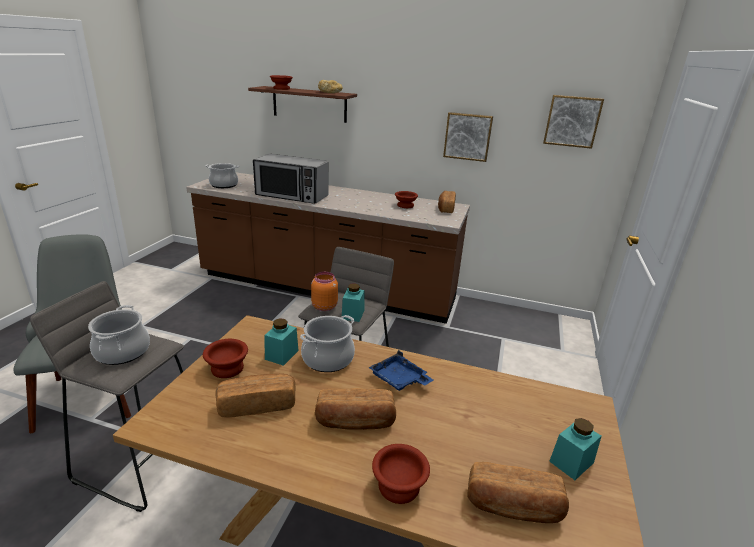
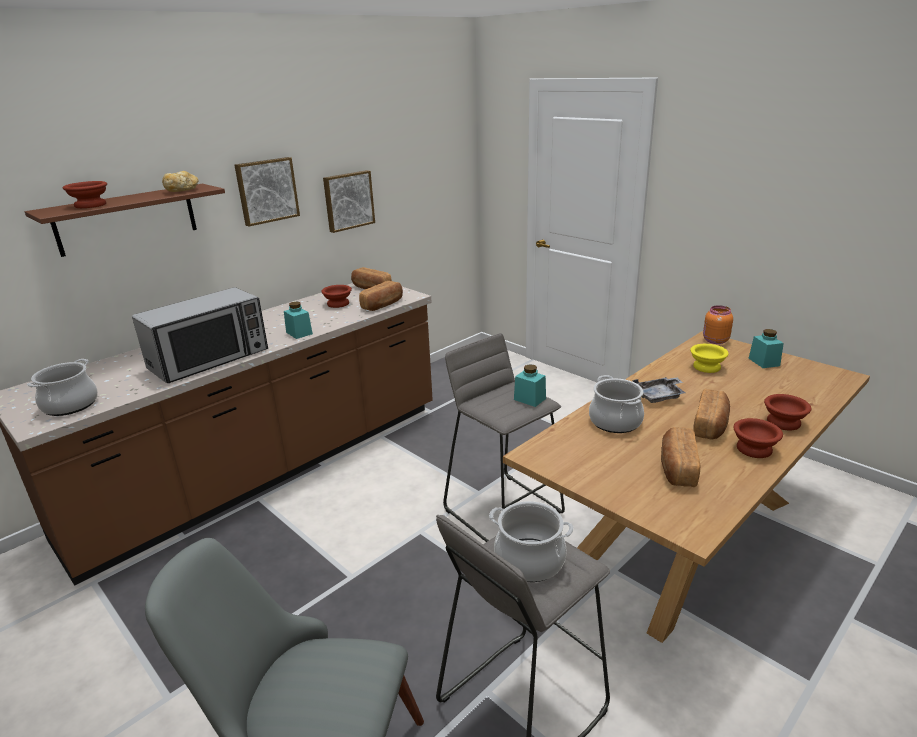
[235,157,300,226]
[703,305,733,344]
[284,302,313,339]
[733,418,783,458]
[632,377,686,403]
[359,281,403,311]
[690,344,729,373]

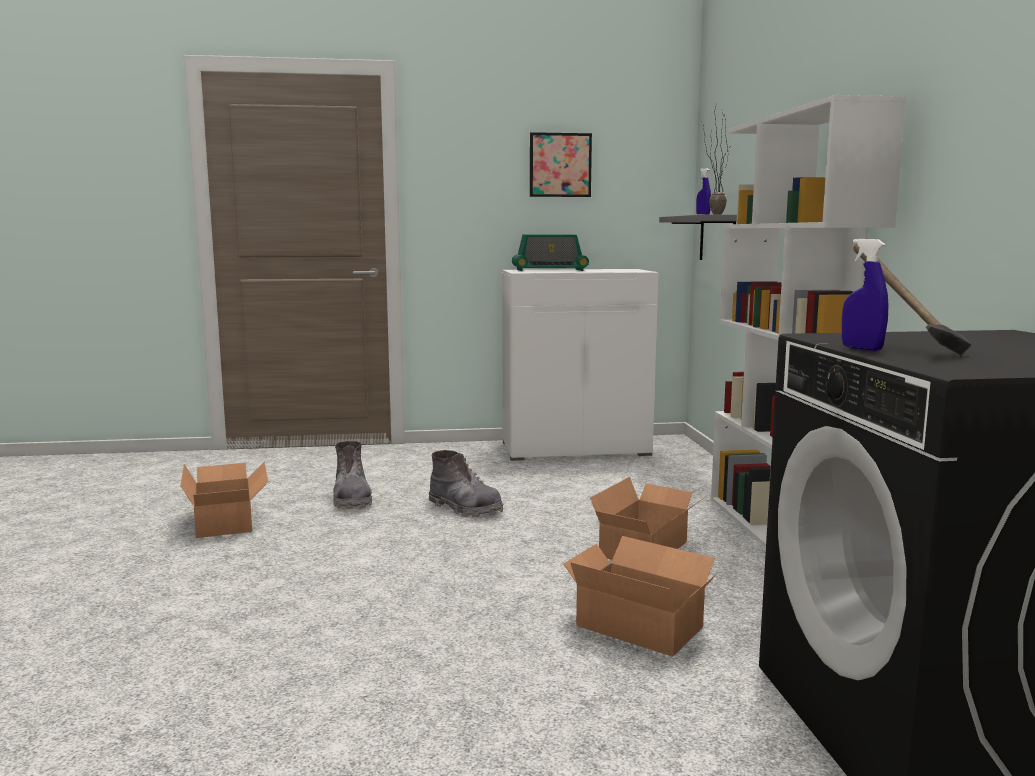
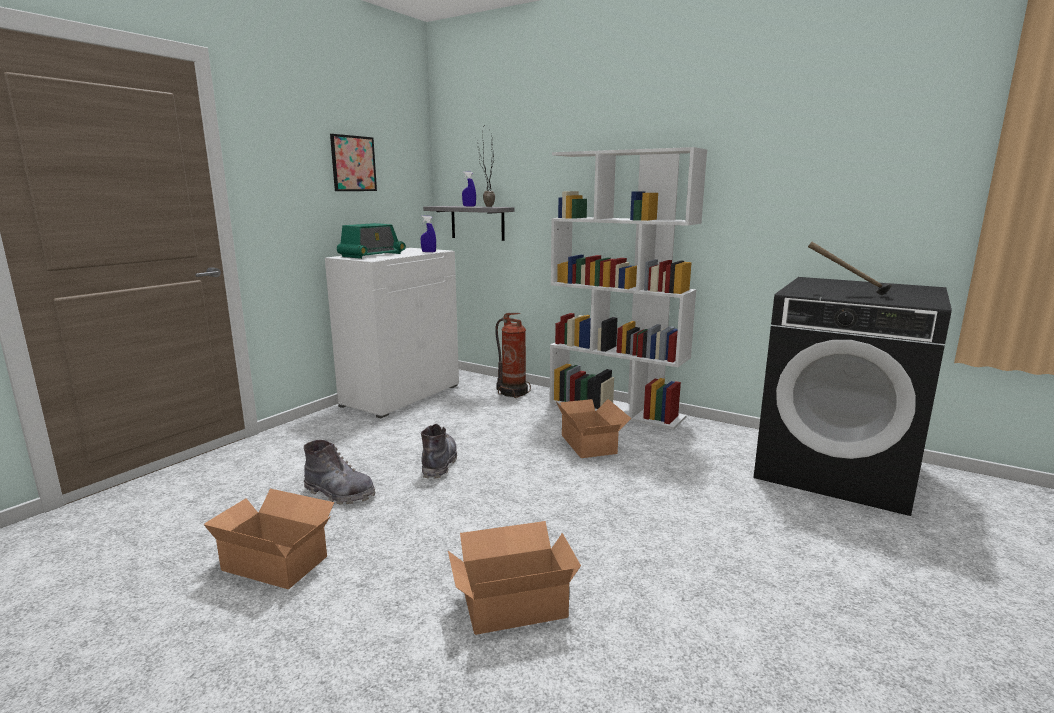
[421,216,436,252]
[421,424,457,479]
[448,521,581,635]
[495,313,531,398]

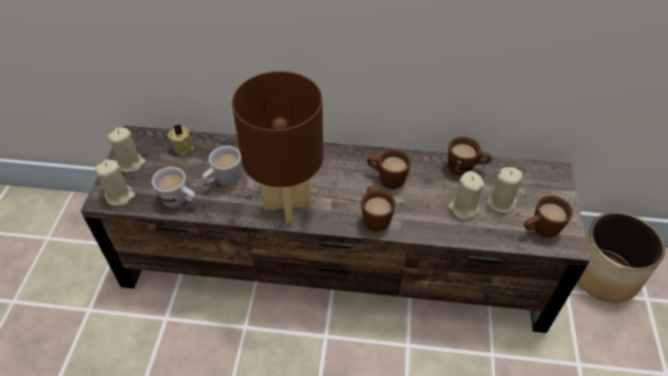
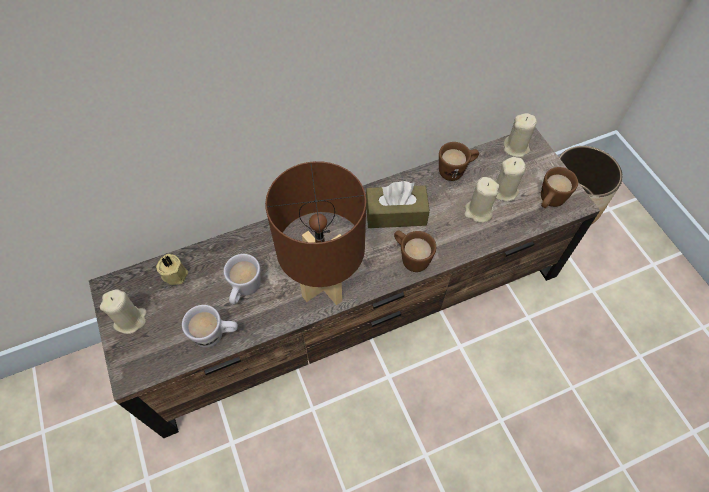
[366,181,430,228]
[503,113,537,157]

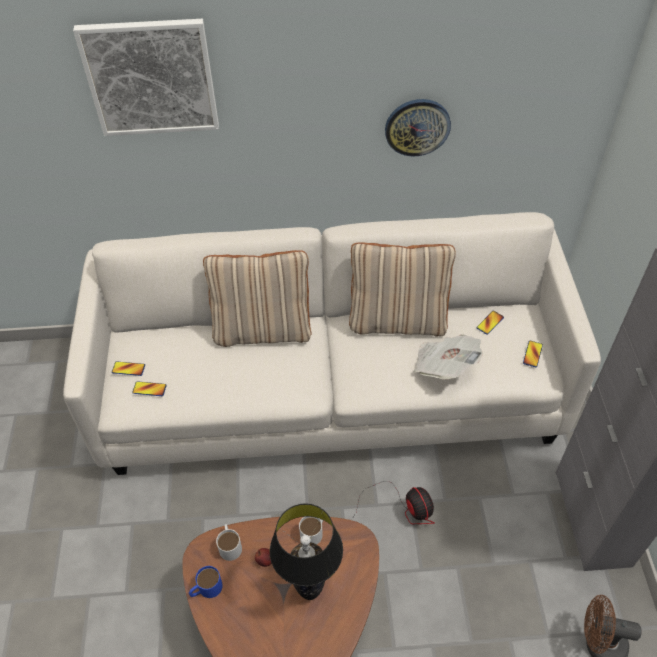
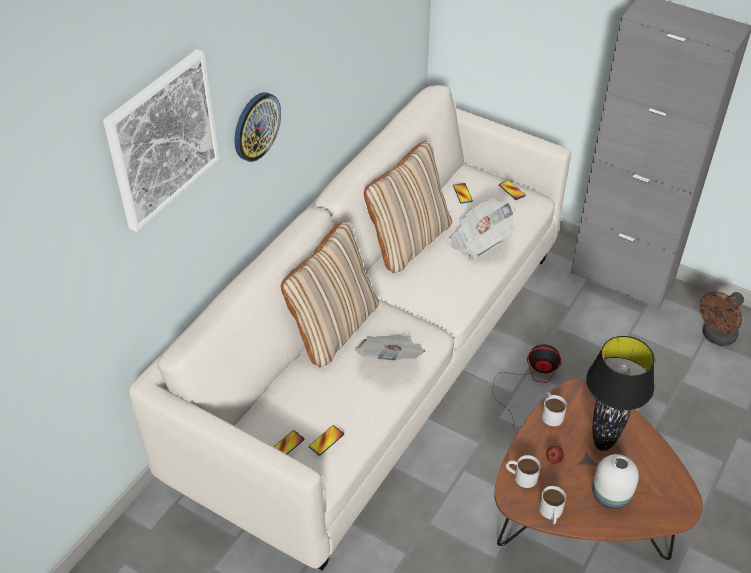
[234,92,281,162]
[539,486,566,524]
[355,333,425,362]
[592,454,639,509]

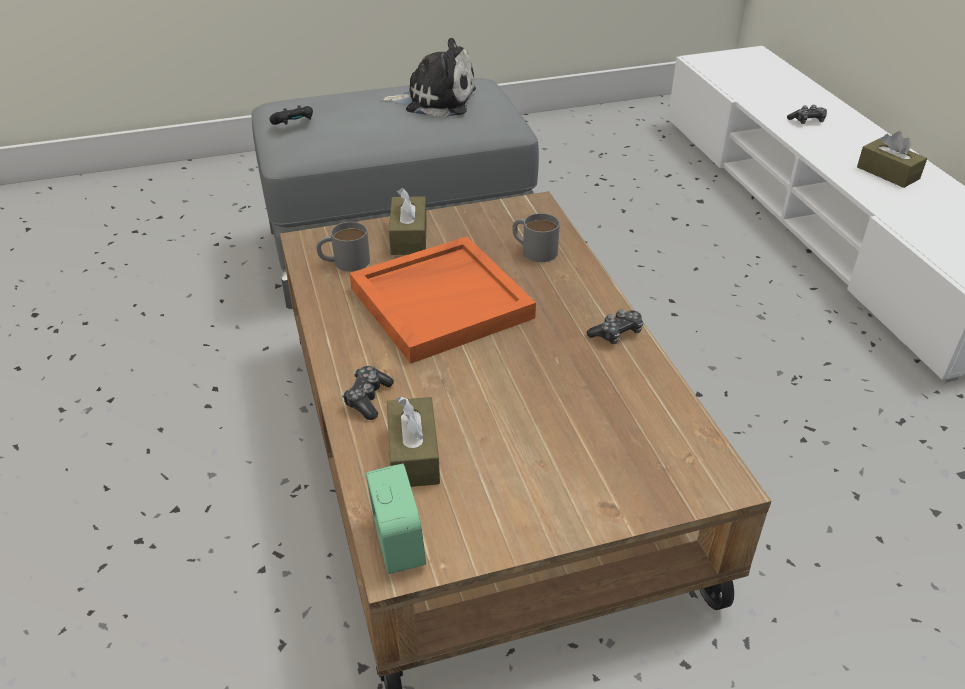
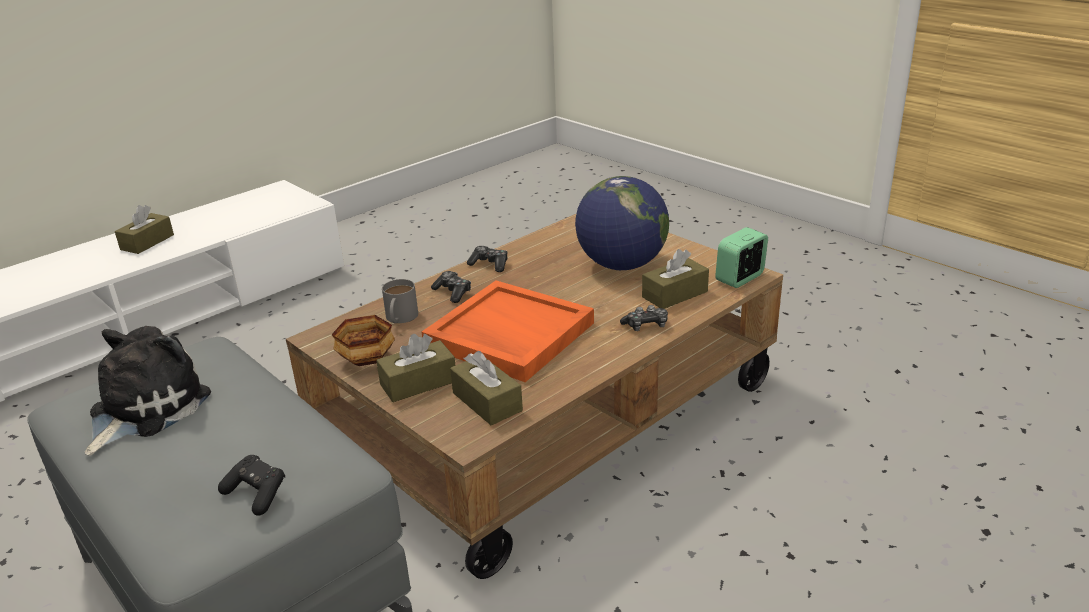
[85,326,211,456]
[431,271,471,303]
[450,351,523,425]
[575,176,669,270]
[332,315,395,366]

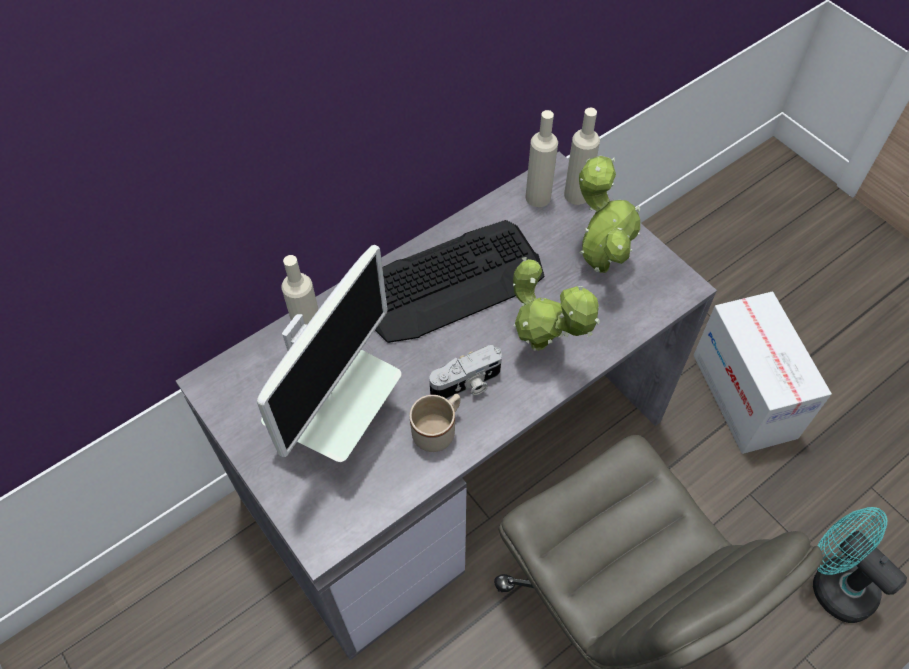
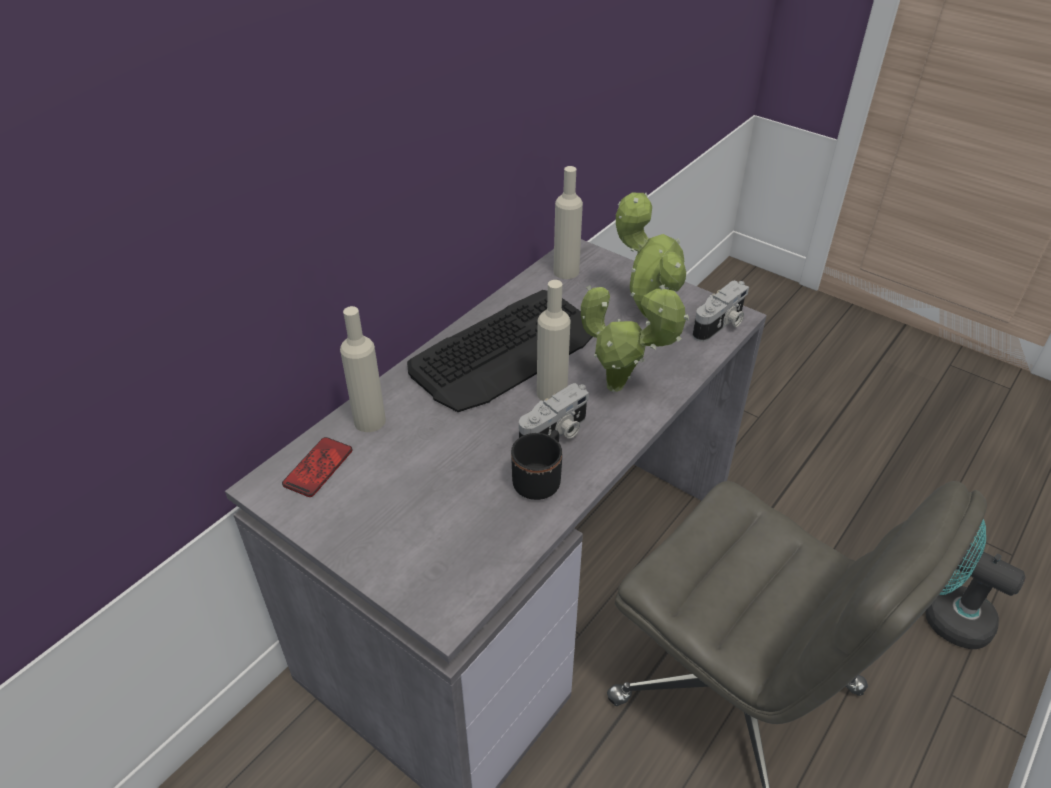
[537,280,571,401]
[257,245,402,462] (first image)
[694,291,832,454] (first image)
[511,430,562,500]
[693,280,749,342]
[282,437,352,497]

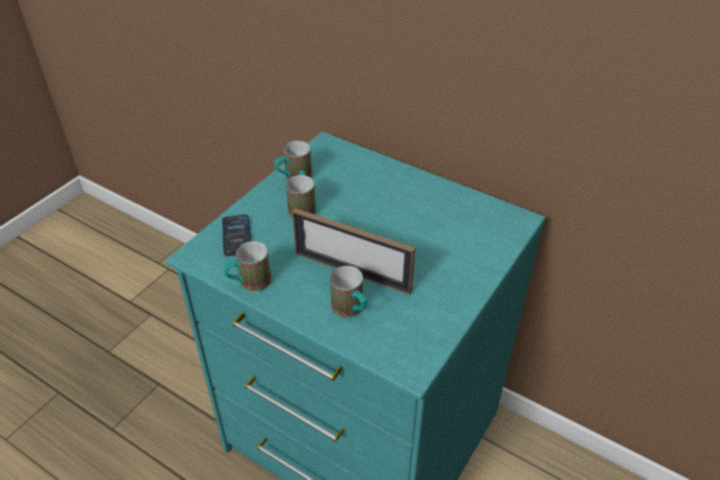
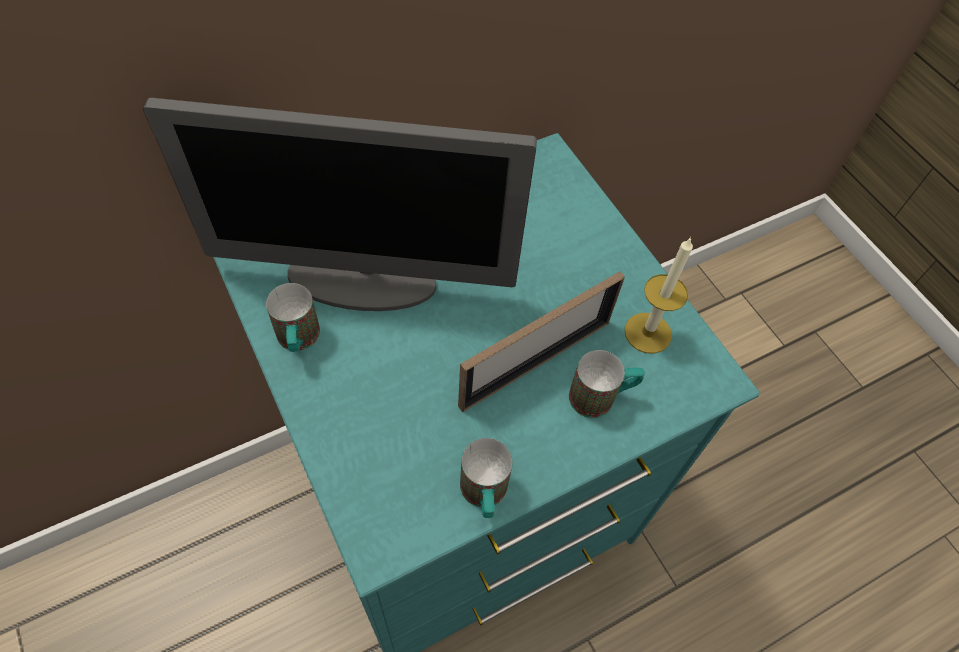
[286,170,316,219] (first image)
[222,215,251,256] (first image)
[143,98,537,311]
[625,237,693,354]

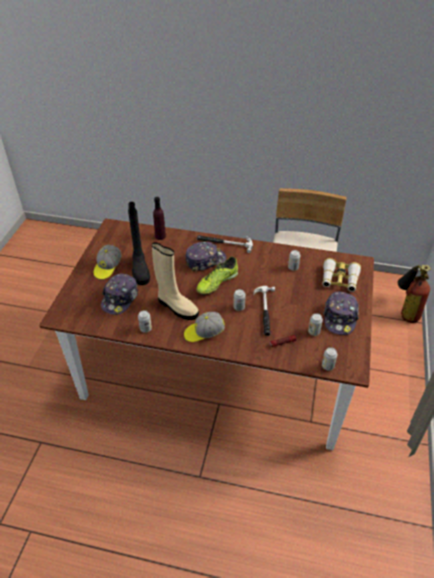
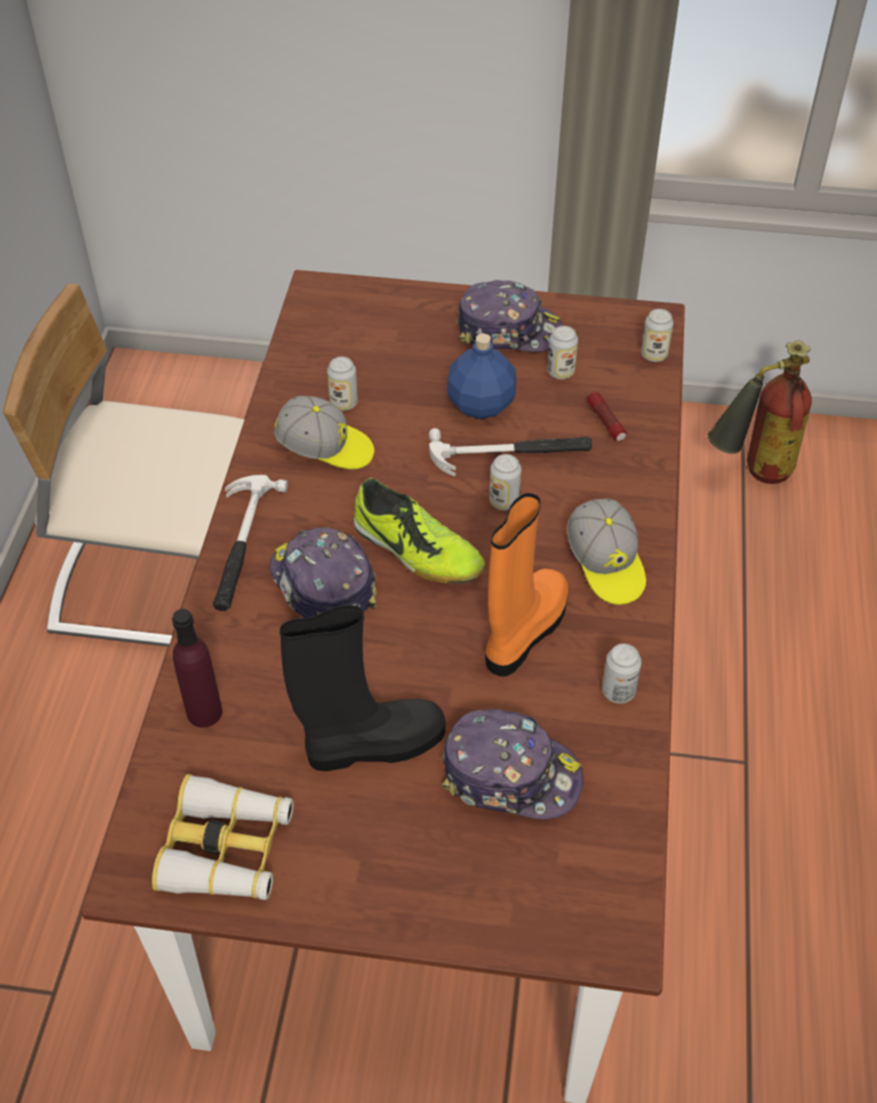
[485,493,568,677]
[274,396,374,470]
[151,774,294,900]
[708,340,812,484]
[447,333,516,419]

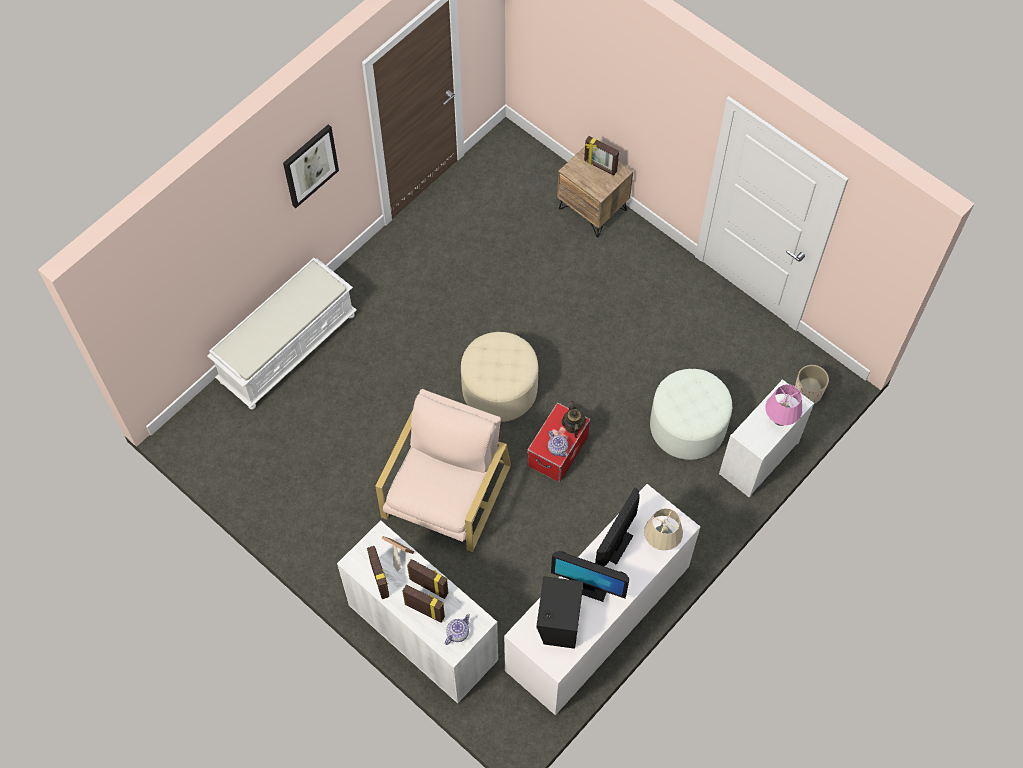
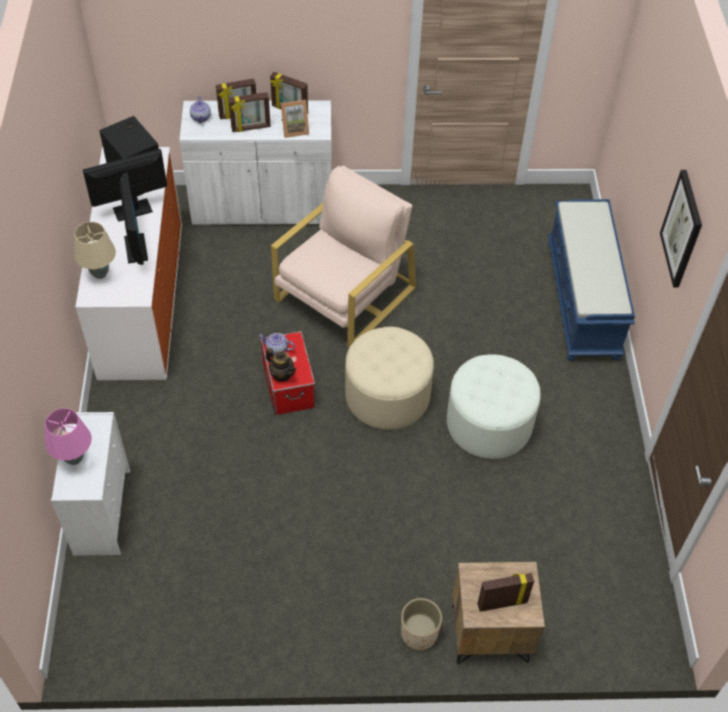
[548,199,635,361]
[401,598,442,651]
[447,354,540,459]
[271,165,416,347]

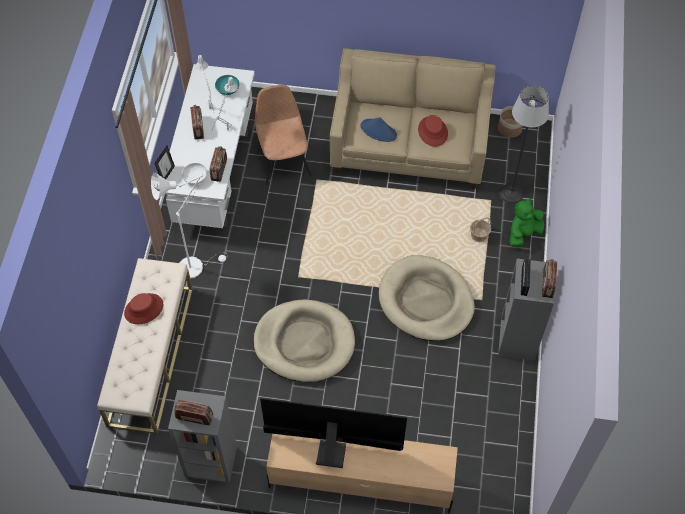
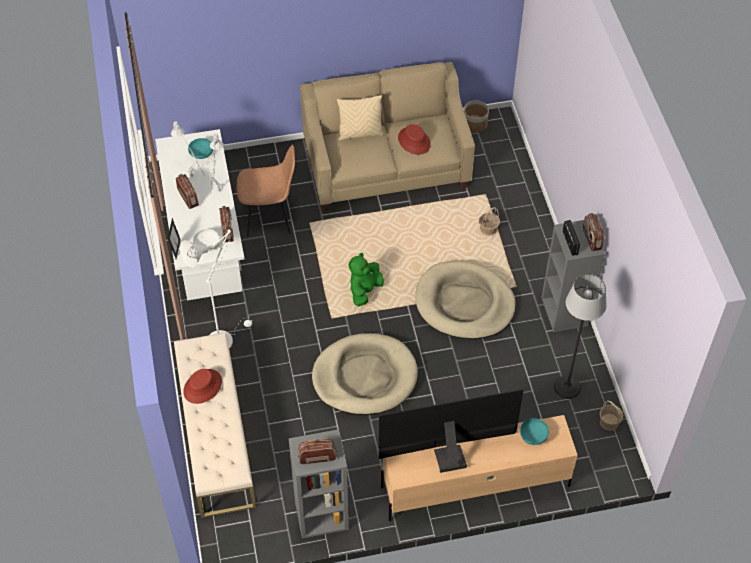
[237,145,295,237]
[554,274,607,399]
[361,117,397,142] (first image)
[349,253,384,306]
[337,95,384,140]
[600,400,623,431]
[520,418,549,445]

